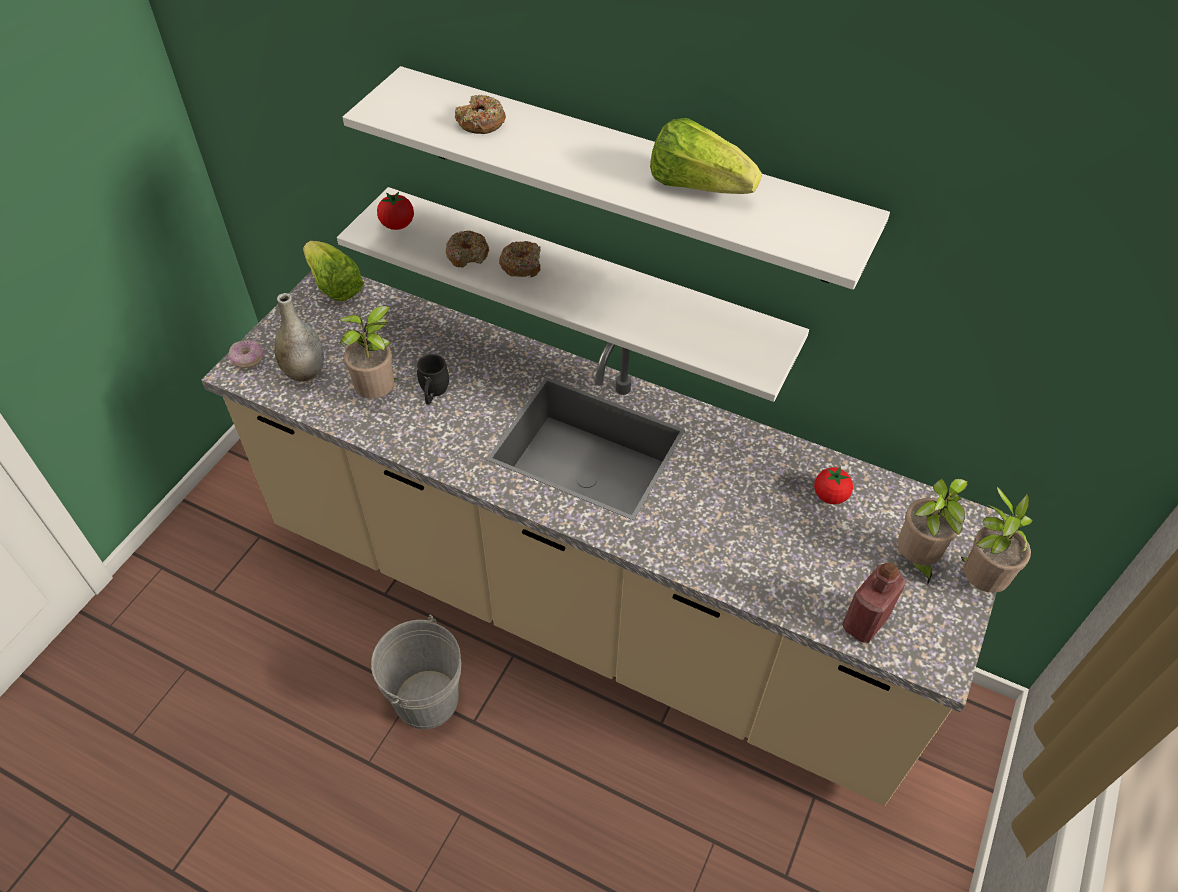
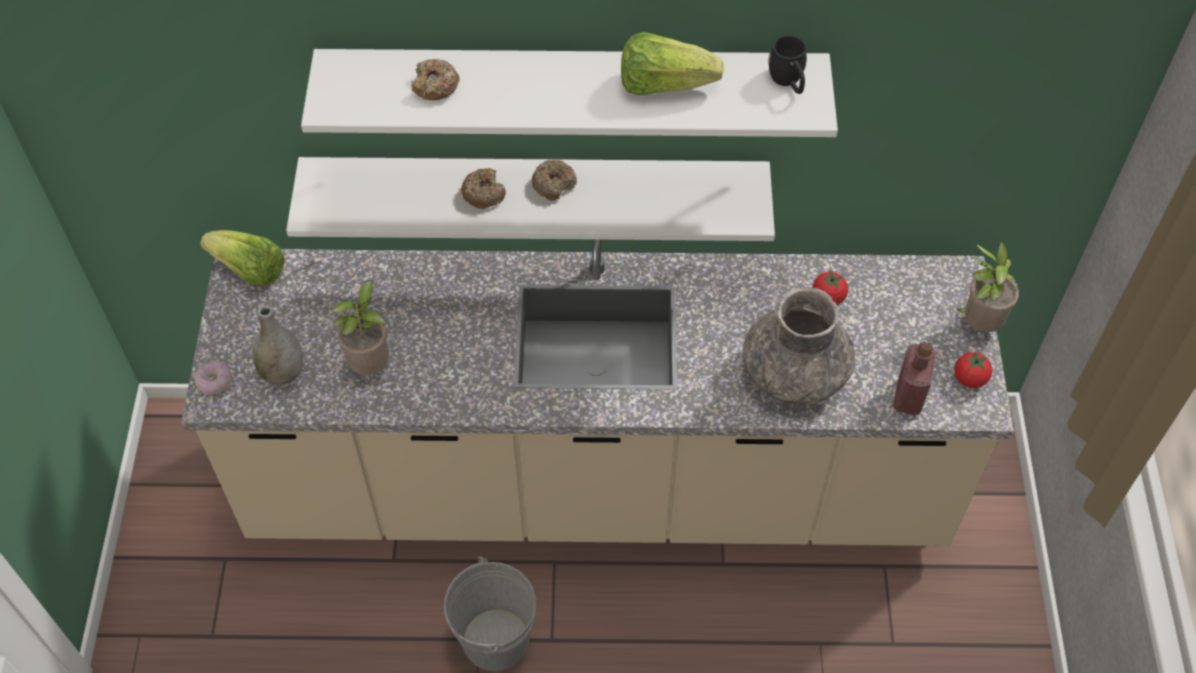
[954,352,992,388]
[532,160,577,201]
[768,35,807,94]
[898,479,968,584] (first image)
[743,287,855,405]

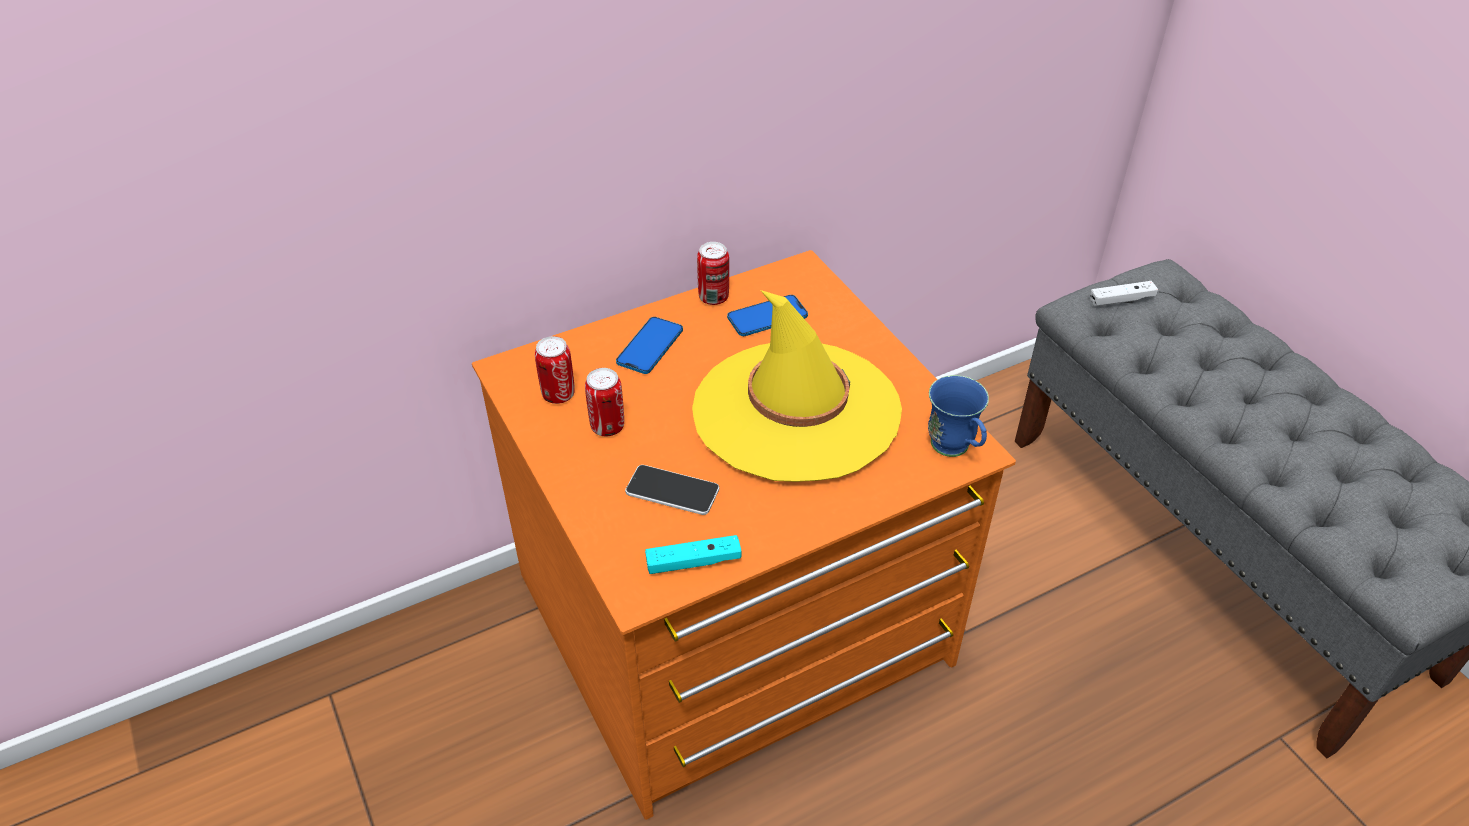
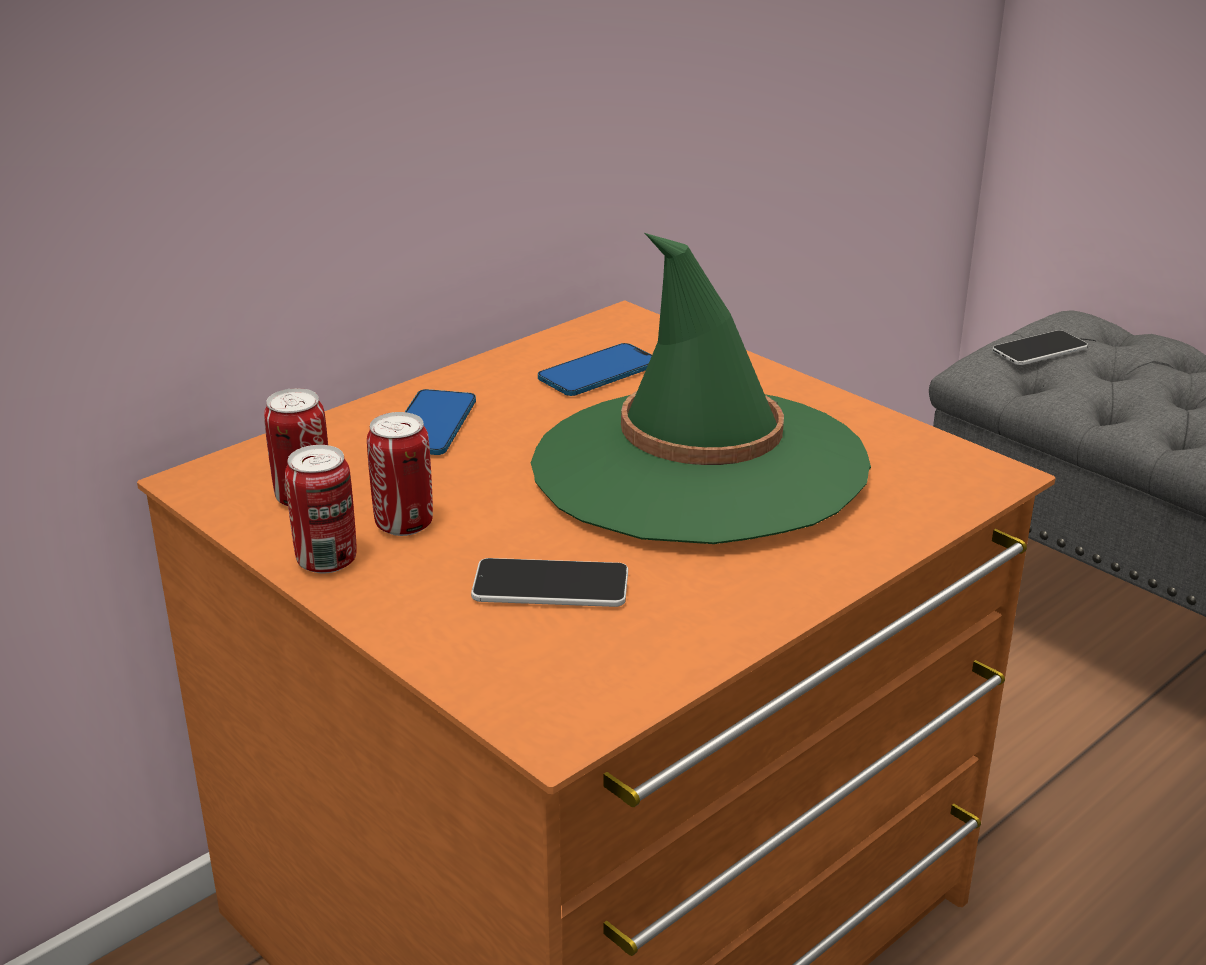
[285,445,357,573]
[992,330,1088,365]
[531,233,871,544]
[928,375,989,457] (first image)
[645,535,741,574] (first image)

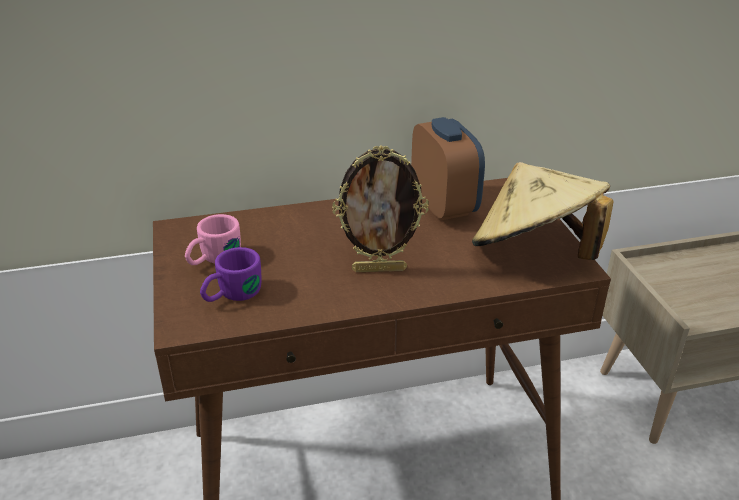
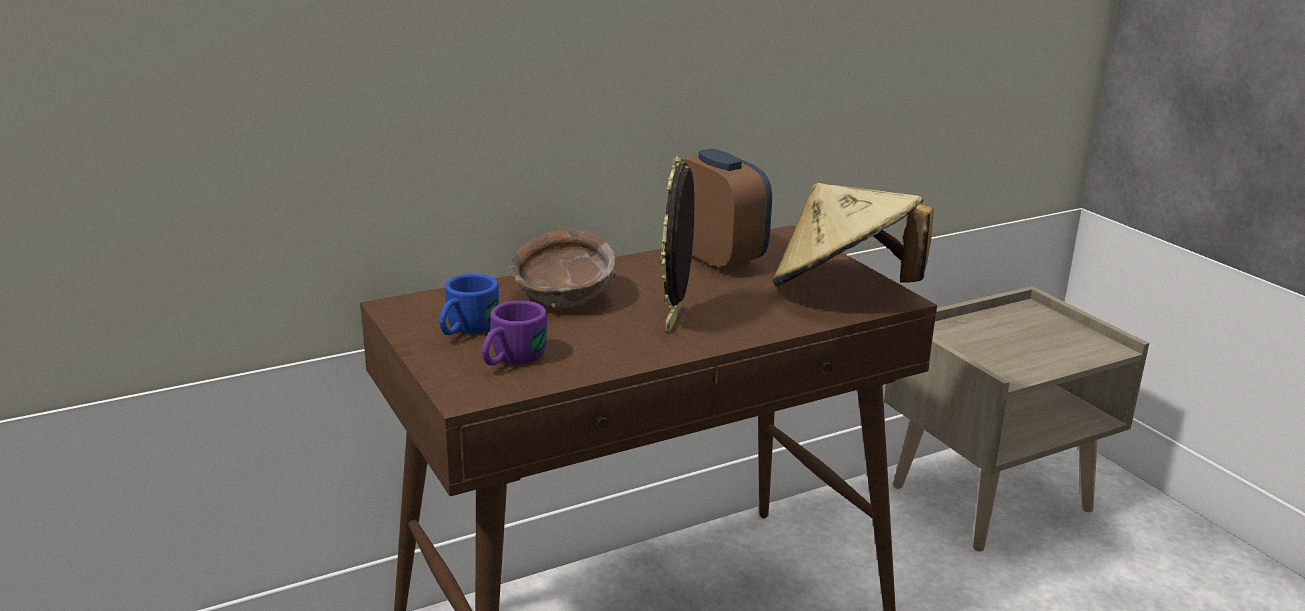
[661,156,695,332]
[439,274,499,335]
[509,230,616,308]

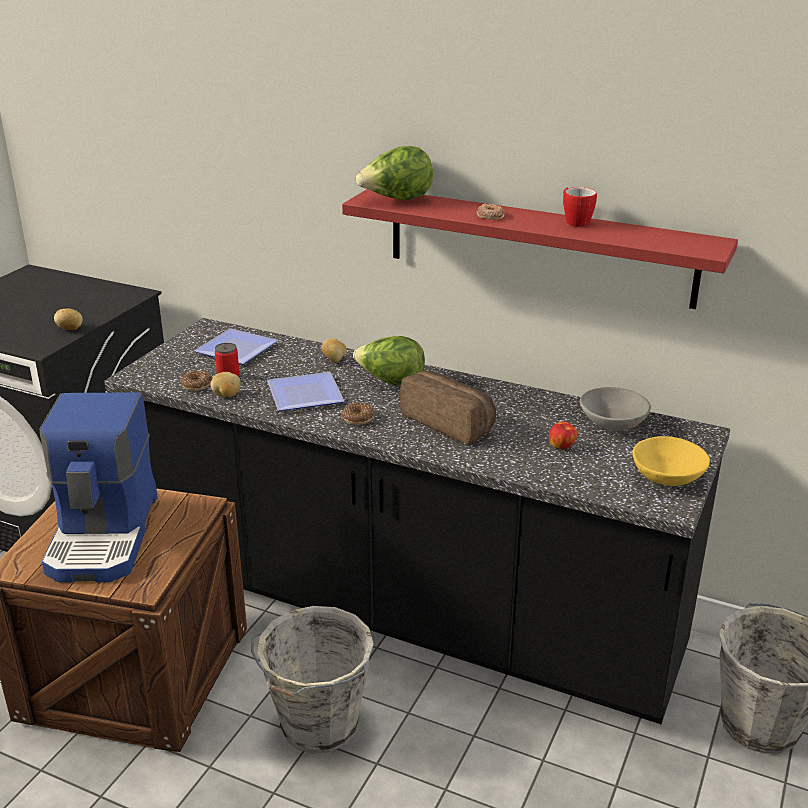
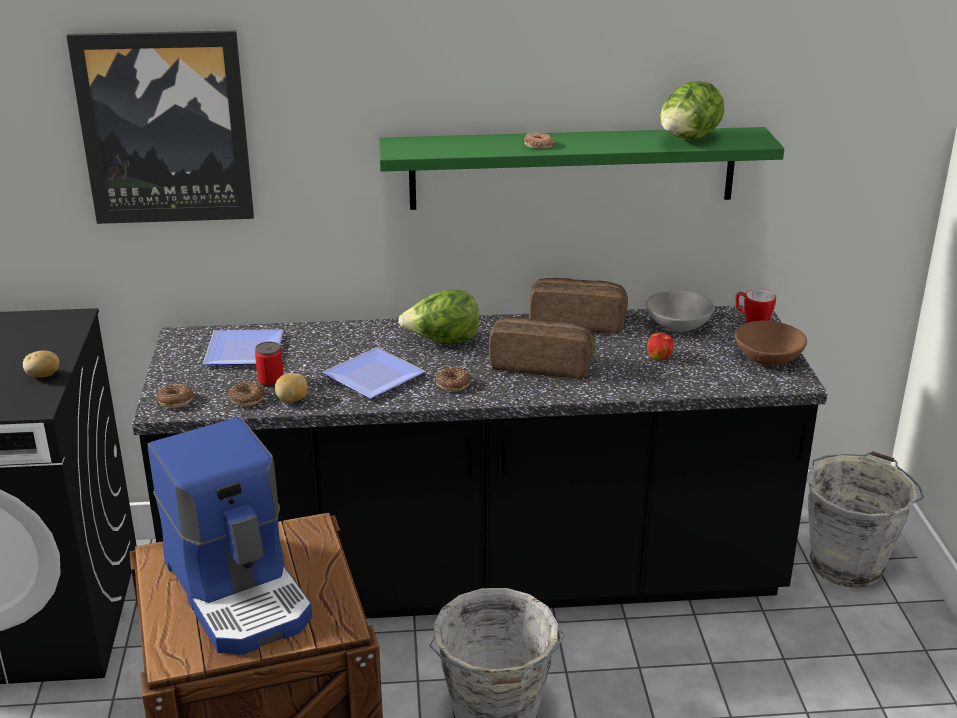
[660,81,725,139]
[736,289,776,323]
[379,127,784,210]
[321,338,347,362] (first image)
[735,321,807,365]
[66,30,254,224]
[529,278,628,334]
[157,384,194,408]

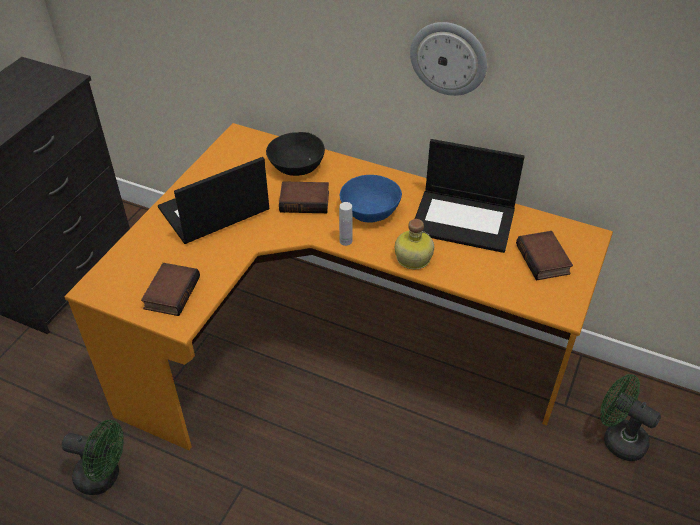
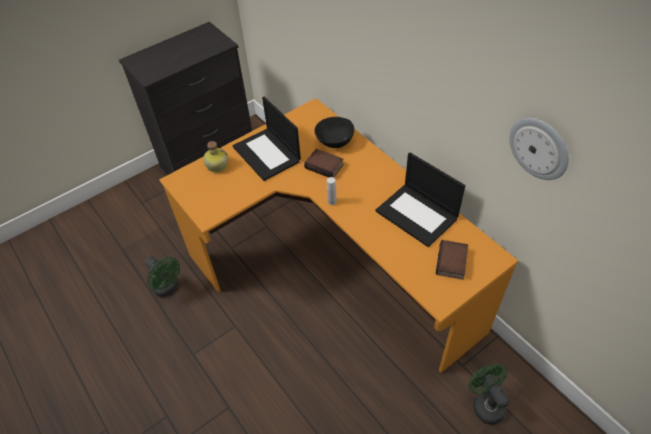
[509,118,569,180]
[232,97,301,181]
[340,175,402,223] (first image)
[203,141,228,173]
[141,263,200,316] (first image)

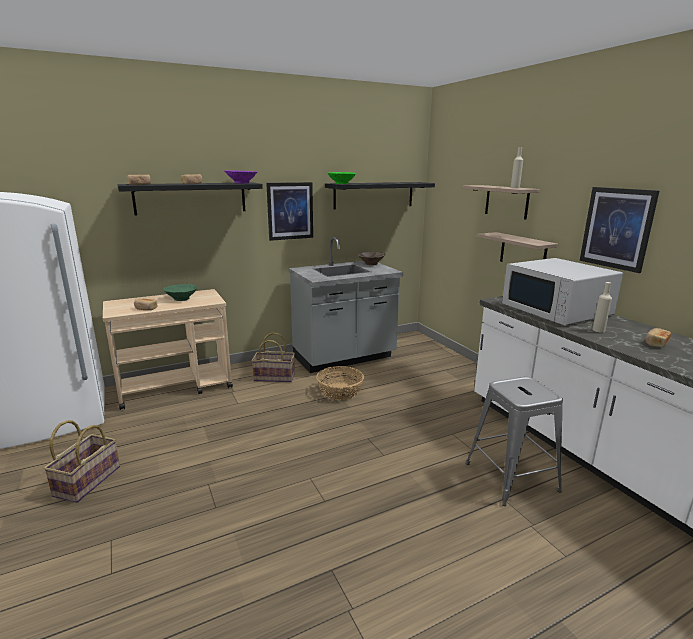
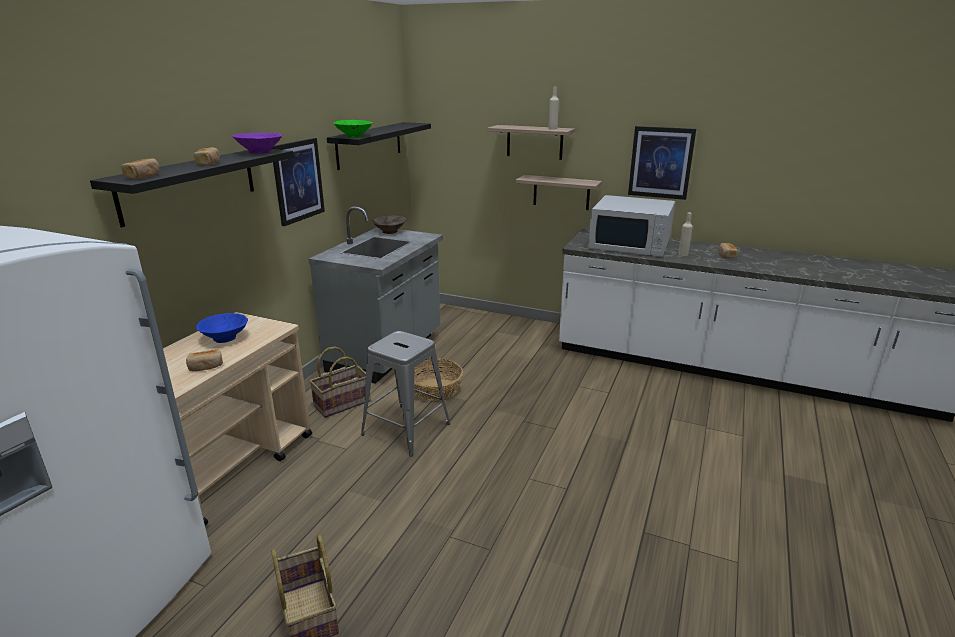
[196,313,248,343]
[361,331,450,456]

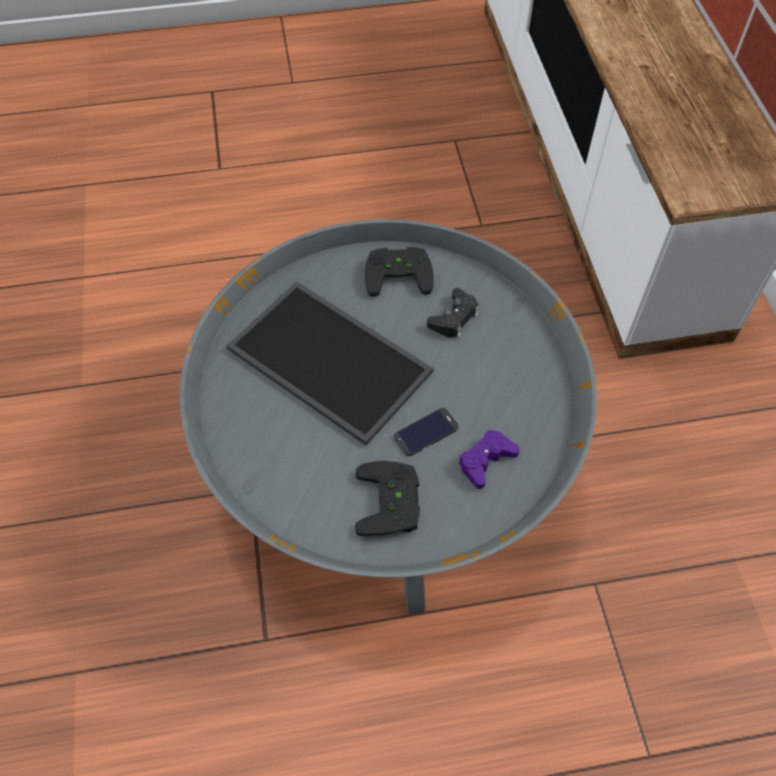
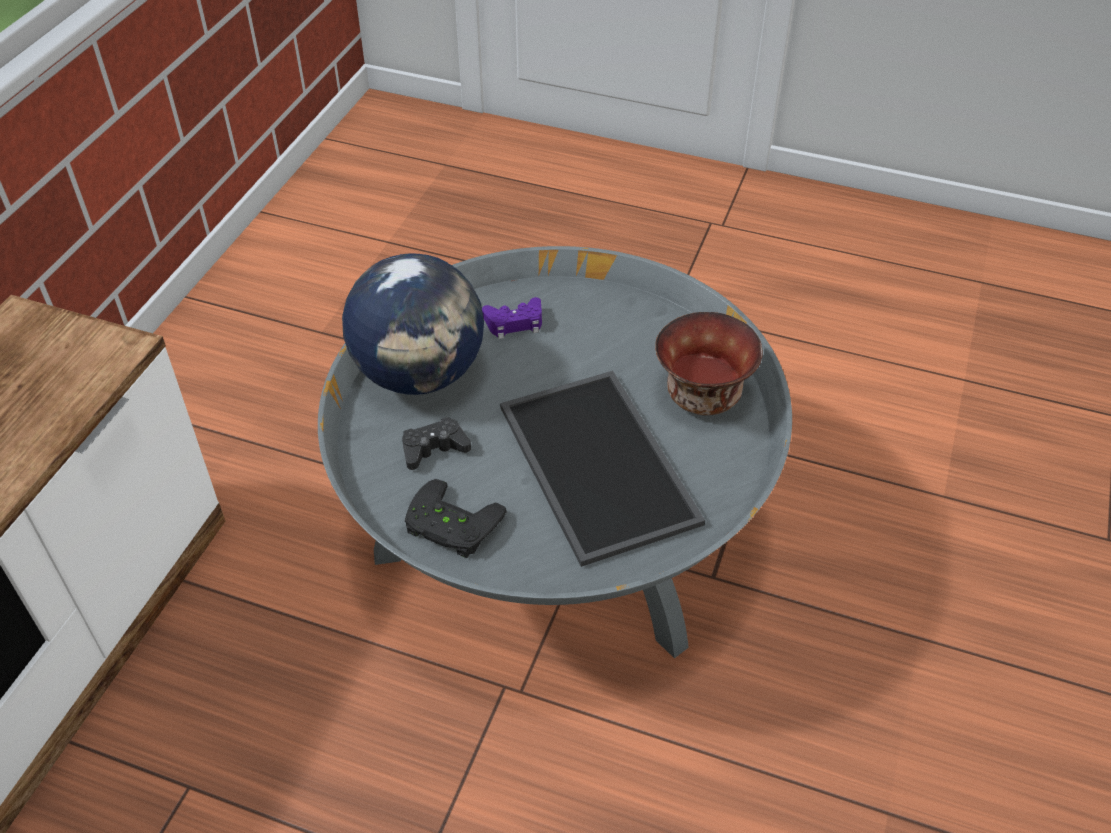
[394,408,459,456] (first image)
[355,461,420,536] (first image)
[342,253,484,395]
[655,312,763,415]

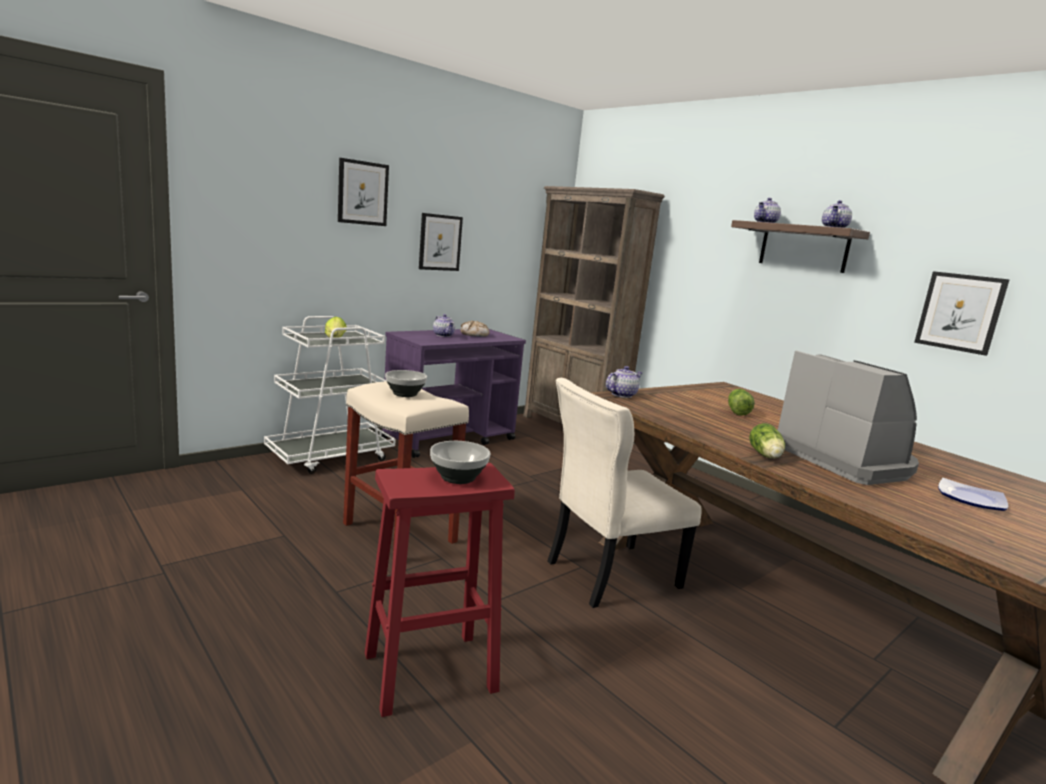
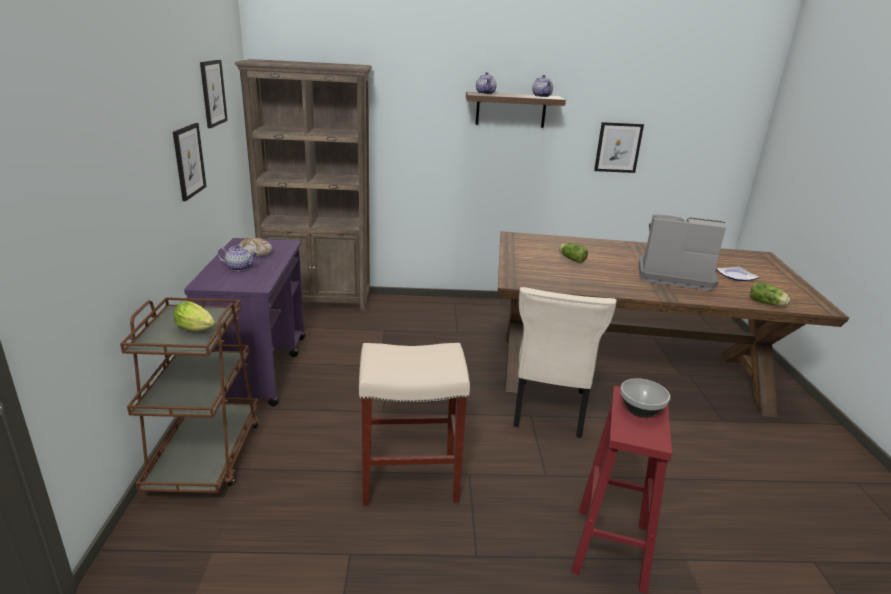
[200,60,228,128]
[120,297,259,493]
[606,366,642,398] (first image)
[385,370,427,397] (first image)
[750,282,790,305]

